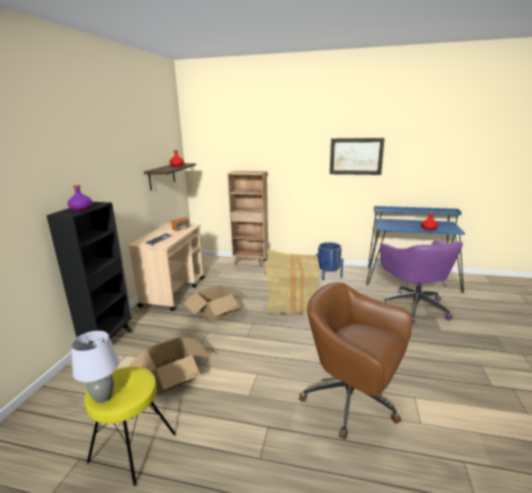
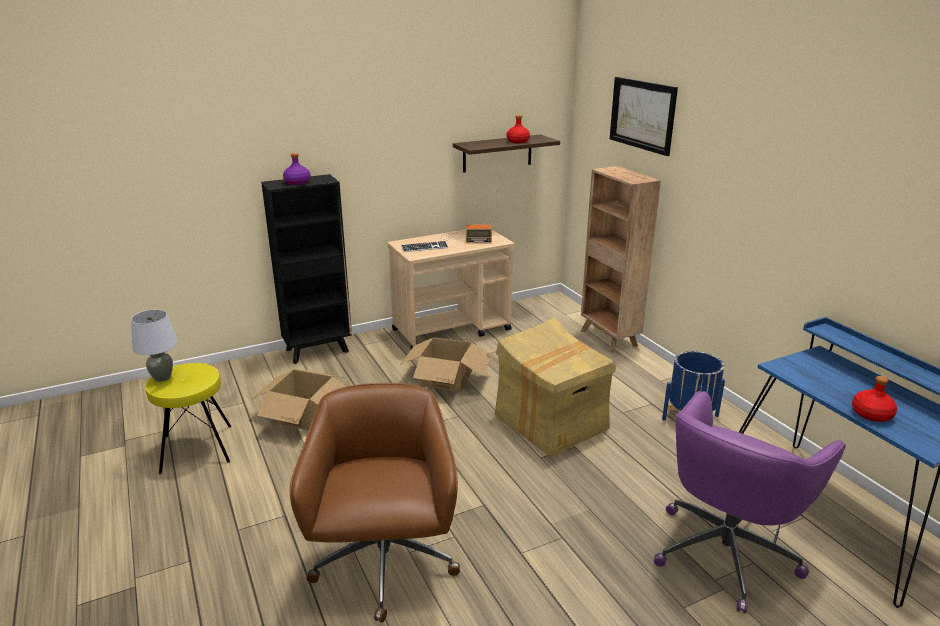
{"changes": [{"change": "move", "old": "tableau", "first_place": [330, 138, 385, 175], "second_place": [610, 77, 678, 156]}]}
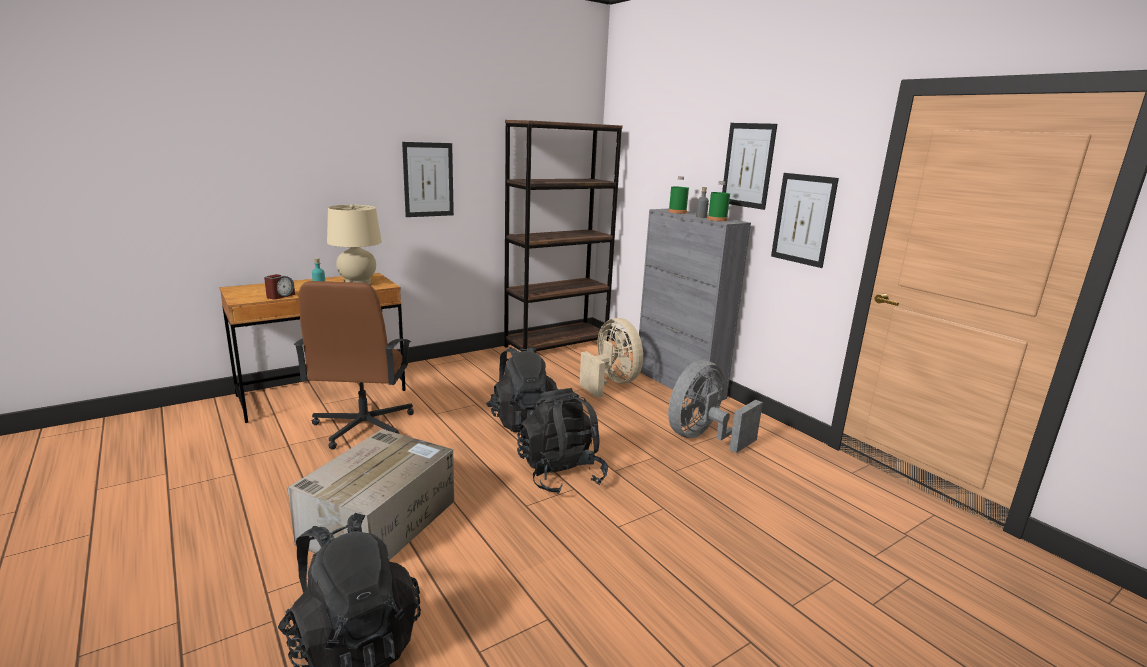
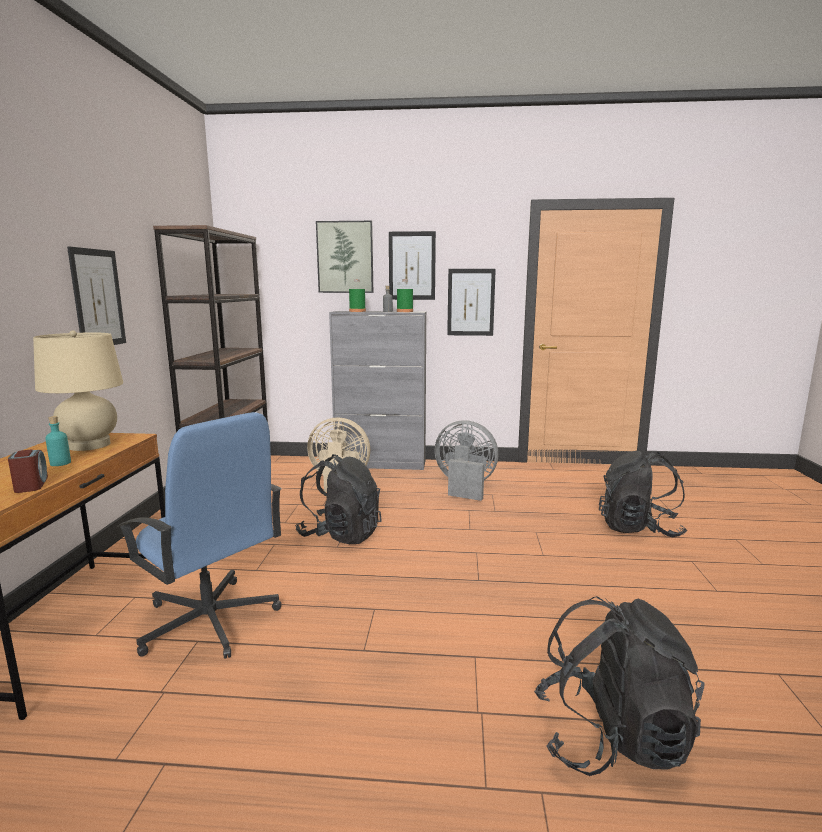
{"changes": [{"change": "delete", "old": "carton", "first_place": [287, 429, 454, 561]}, {"change": "recolor", "old": "chaise de bureau/marron", "new": "chaise de bureau/bleu", "first_place": [294, 281, 414, 450], "second_place": [117, 412, 282, 659]}, {"change": "move", "old": "sac à dos/noir", "first_place": [517, 388, 608, 494], "second_place": [599, 451, 687, 537]}, {"change": "rotate", "old": "ventilateur/gris", "first_place": [668, 360, 763, 453], "second_place": [435, 420, 498, 501], "degrees": 120}, {"change": "insert", "new": "tableau", "second_place": [316, 221, 373, 293]}]}
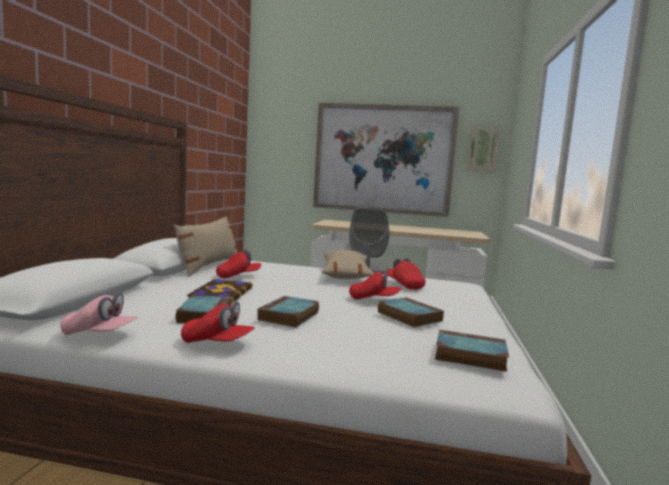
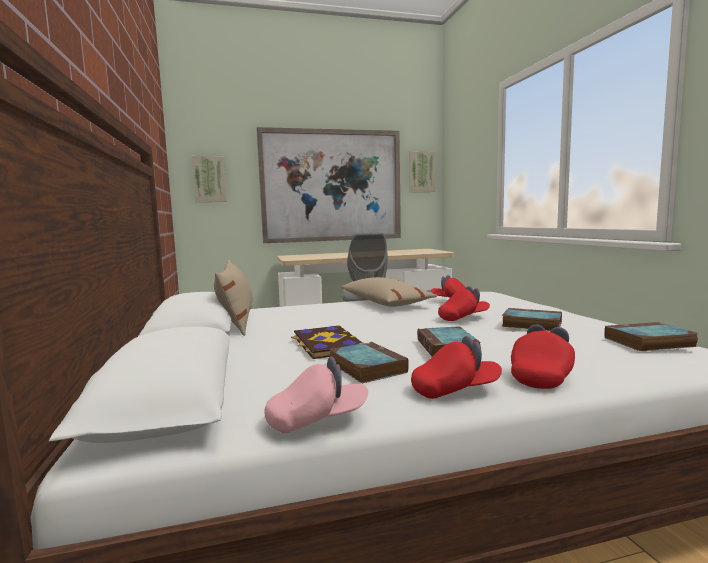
{"changes": [{"change": "move", "old": "casquette/rouge", "first_place": [216, 250, 262, 278], "second_place": [511, 325, 575, 389]}, {"change": "insert", "new": "tableau", "second_place": [192, 156, 227, 202]}]}
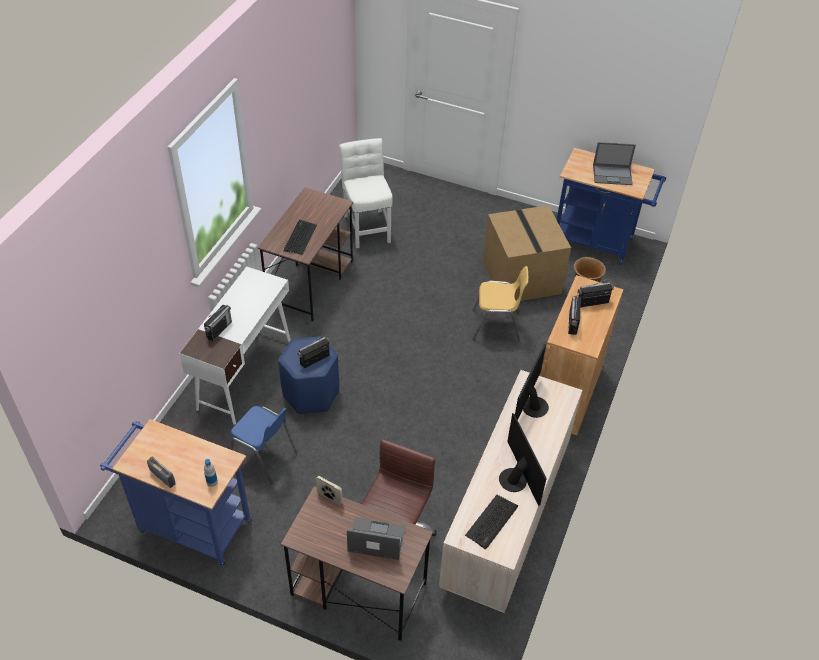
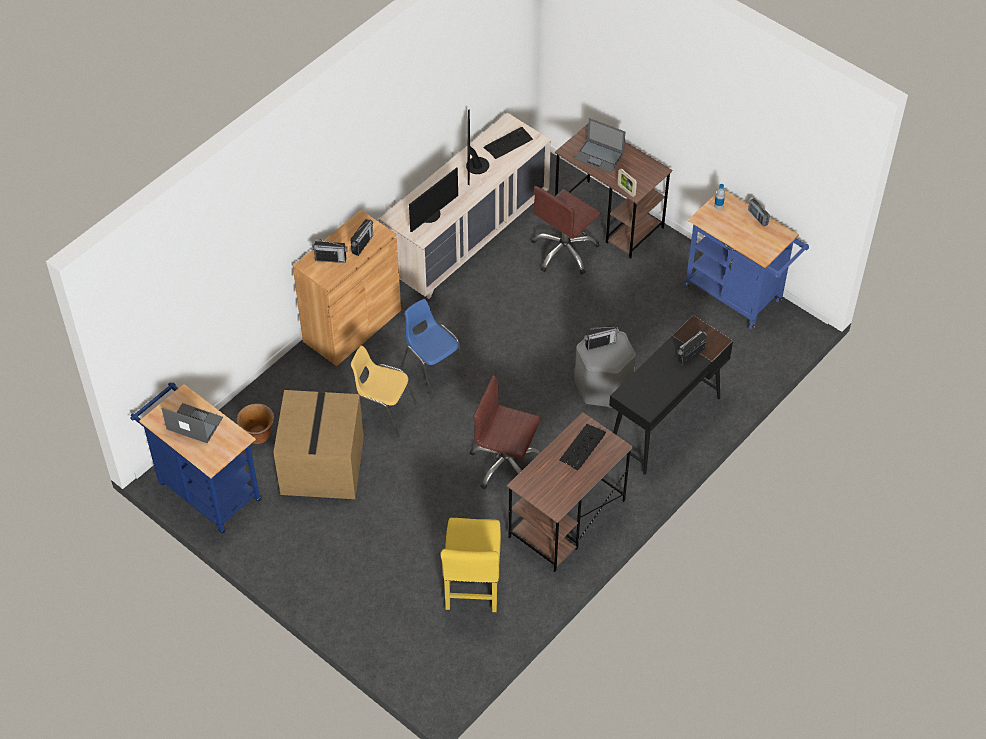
{"changes": [{"change": "recolor", "old": "bureau/blanc", "new": "bureau/noir", "first_place": [179, 266, 291, 425], "second_place": [609, 315, 733, 475]}, {"change": "move", "old": "chaise/bleu", "first_place": [230, 406, 298, 485], "second_place": [401, 299, 466, 398]}, {"change": "recolor", "old": "tabouret/bleu", "new": "tabouret/gris", "first_place": [278, 336, 339, 414], "second_place": [575, 328, 636, 408]}, {"change": "recolor", "old": "chaise/blanc", "new": "chaise/jaune", "first_place": [339, 138, 393, 248], "second_place": [440, 518, 501, 612]}, {"change": "insert", "new": "chaise de bureau/marron", "second_place": [470, 375, 541, 490]}]}
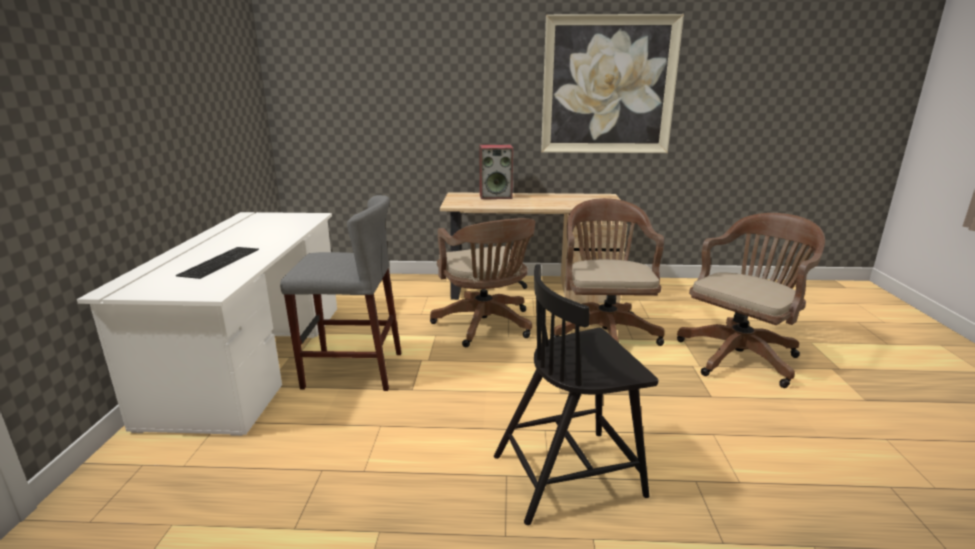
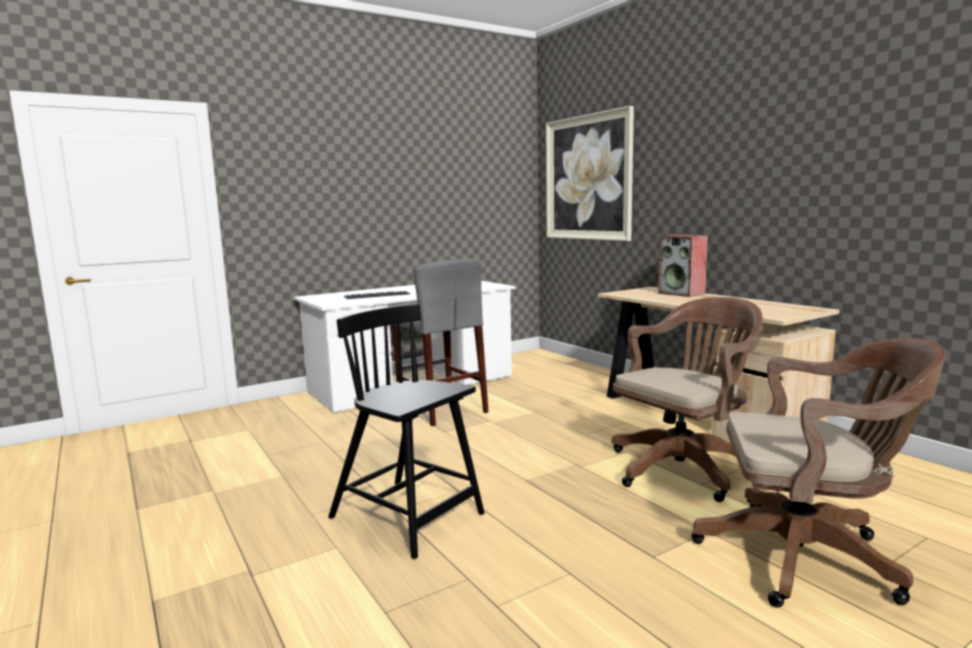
{"changes": [{"change": "delete", "old": "chaise de bureau/marron", "first_place": [430, 218, 535, 347]}, {"change": "move", "old": "tableau", "first_place": [541, 14, 684, 153], "second_place": [546, 106, 634, 241]}]}
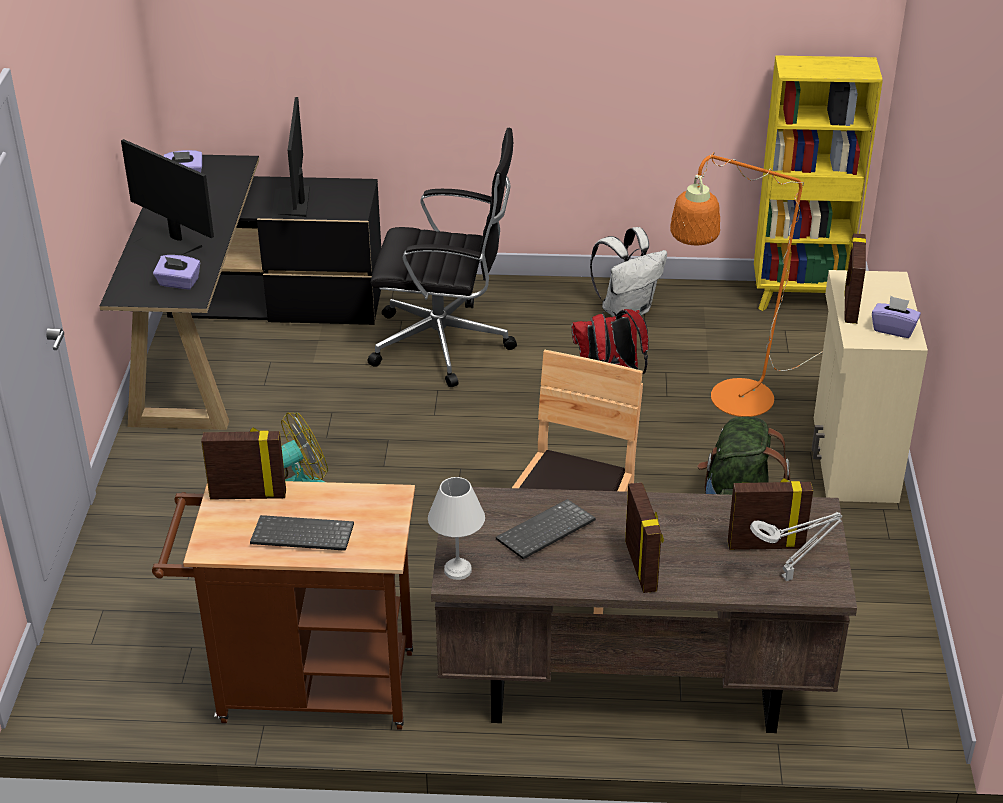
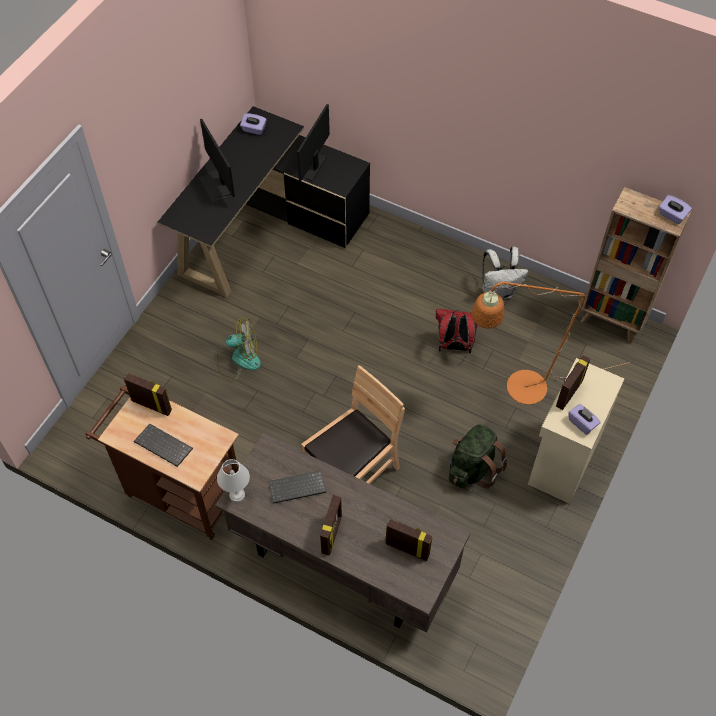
{"changes": [{"change": "move", "old": "boîte à mouchoirs/violet", "first_place": [153, 255, 200, 289], "second_place": [659, 195, 692, 224]}, {"change": "delete", "old": "chaise de bureau/noir", "first_place": [368, 128, 517, 387]}, {"change": "delete", "old": "lampe de table/gris", "first_place": [750, 512, 842, 581]}, {"change": "recolor", "old": "bibliothèque/jaune", "new": "bibliothèque/marron", "first_place": [754, 55, 883, 311], "second_place": [581, 187, 691, 343]}]}
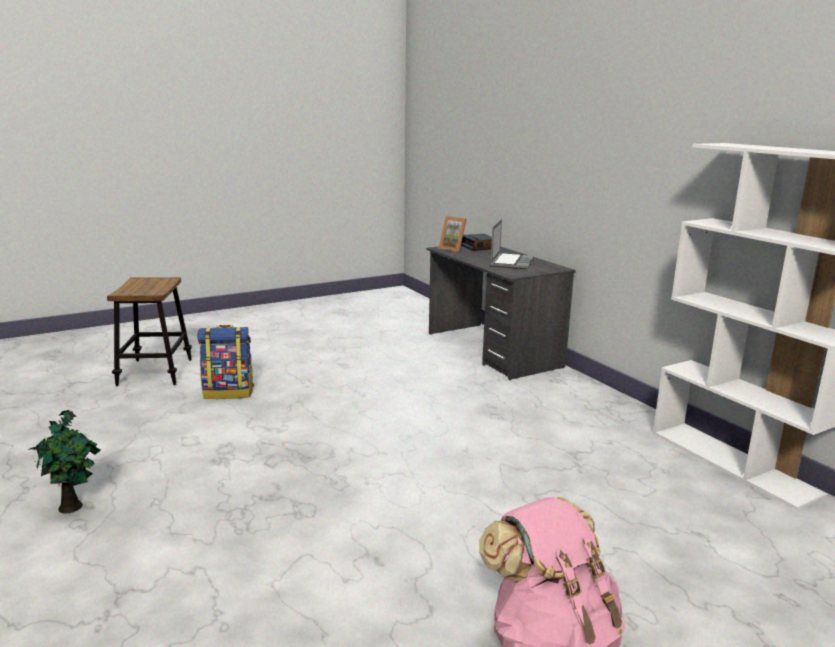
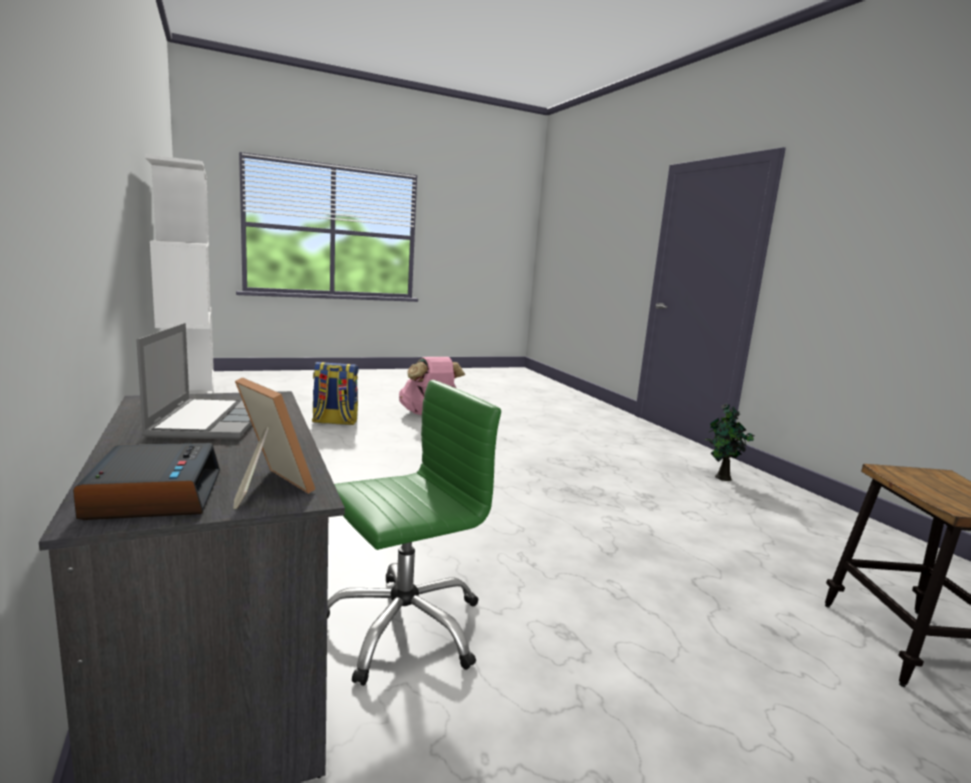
{"changes": [{"change": "move", "old": "sac à dos", "first_place": [197, 325, 254, 399], "second_place": [312, 362, 359, 425]}, {"change": "rotate", "old": "ordinateur portable", "first_place": [490, 219, 534, 269], "second_place": [136, 323, 252, 440], "degrees": 150}, {"change": "insert", "new": "chaise de bureau/vert", "second_place": [327, 380, 501, 686]}]}
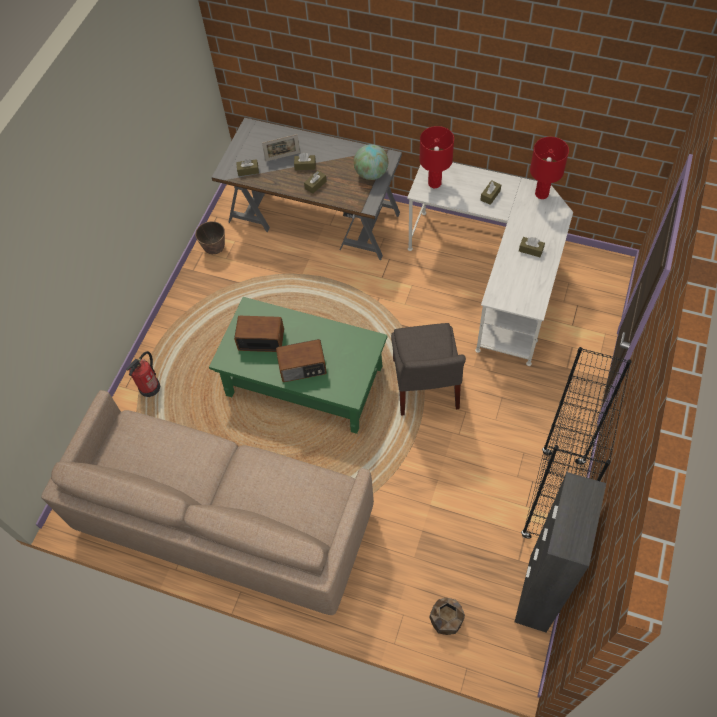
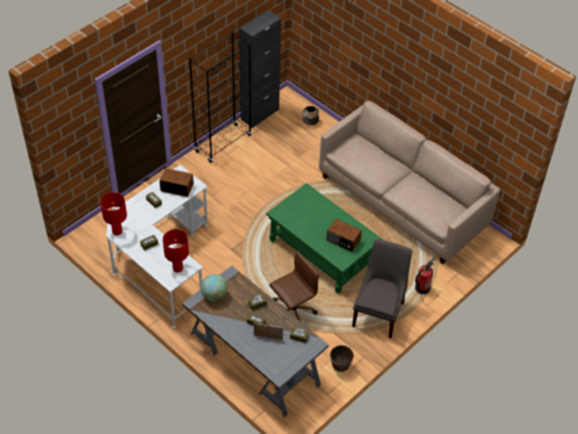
{"changes": [{"change": "move", "old": "radio", "first_place": [276, 339, 327, 382], "second_place": [159, 168, 194, 197]}, {"change": "move", "old": "chaise/gris", "first_place": [391, 323, 466, 416], "second_place": [352, 239, 412, 338]}, {"change": "insert", "new": "chaise de bureau/marron", "second_place": [269, 250, 319, 322]}]}
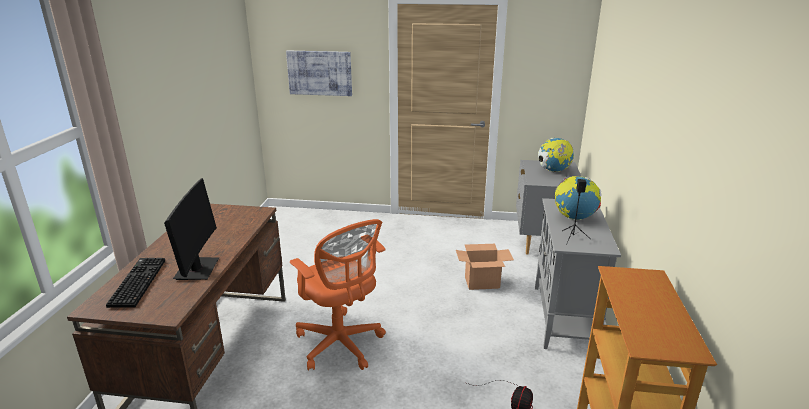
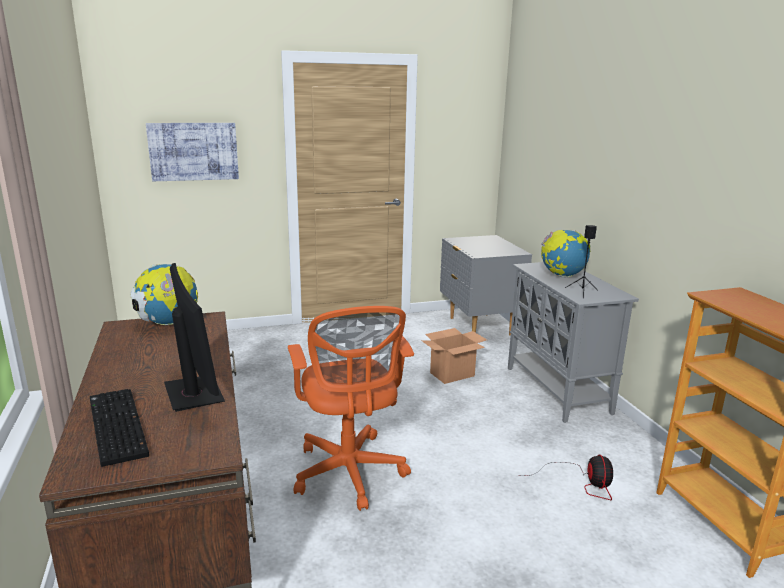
{"changes": [{"change": "rotate", "old": "chaise de bureau/orange", "first_place": [290, 219, 386, 371], "second_place": [288, 306, 414, 511], "degrees": 45}, {"change": "move", "old": "globe", "first_place": [538, 138, 574, 172], "second_place": [130, 264, 198, 325]}]}
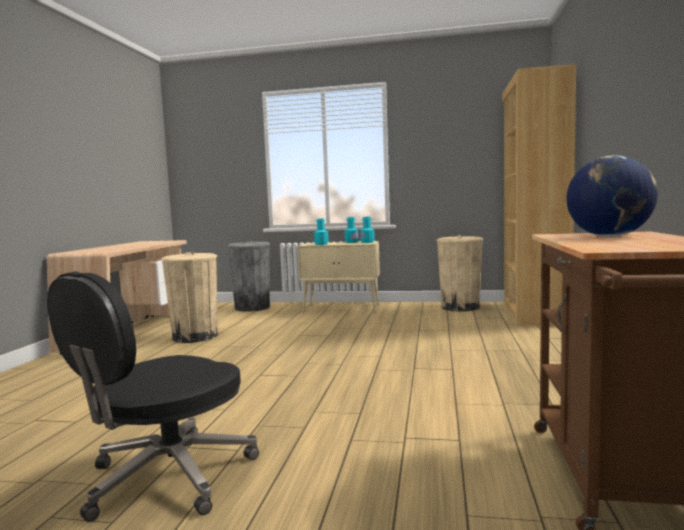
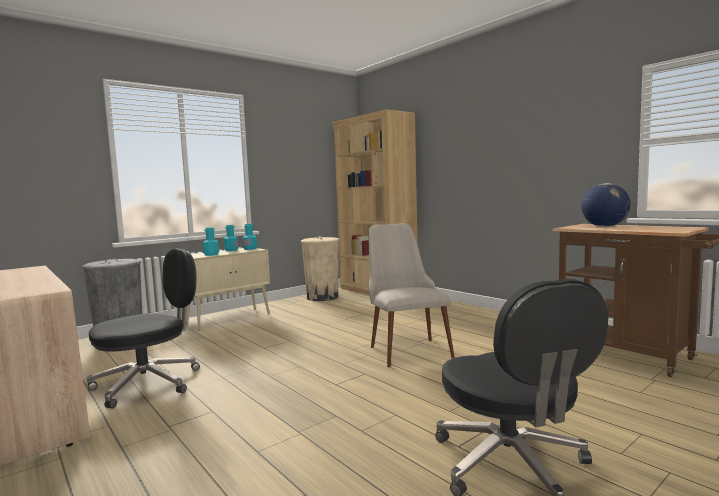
{"changes": [{"change": "replace", "old": "poubelle/beige", "new": "chaise de bureau/noir", "first_place": [161, 252, 218, 343], "second_place": [86, 249, 200, 408]}, {"change": "insert", "new": "chaise/beige", "second_place": [369, 224, 455, 367]}]}
